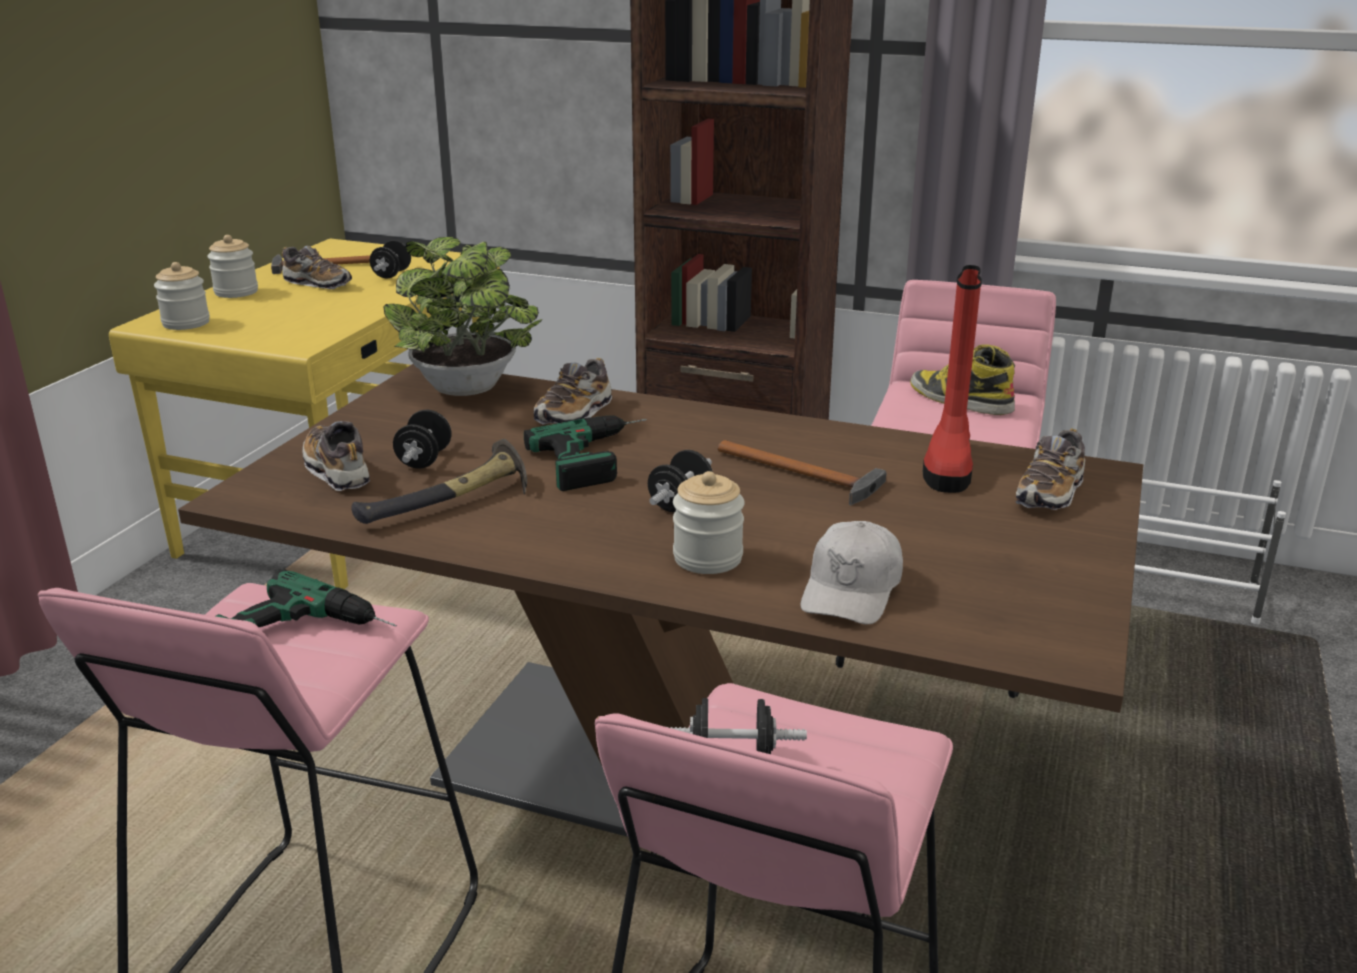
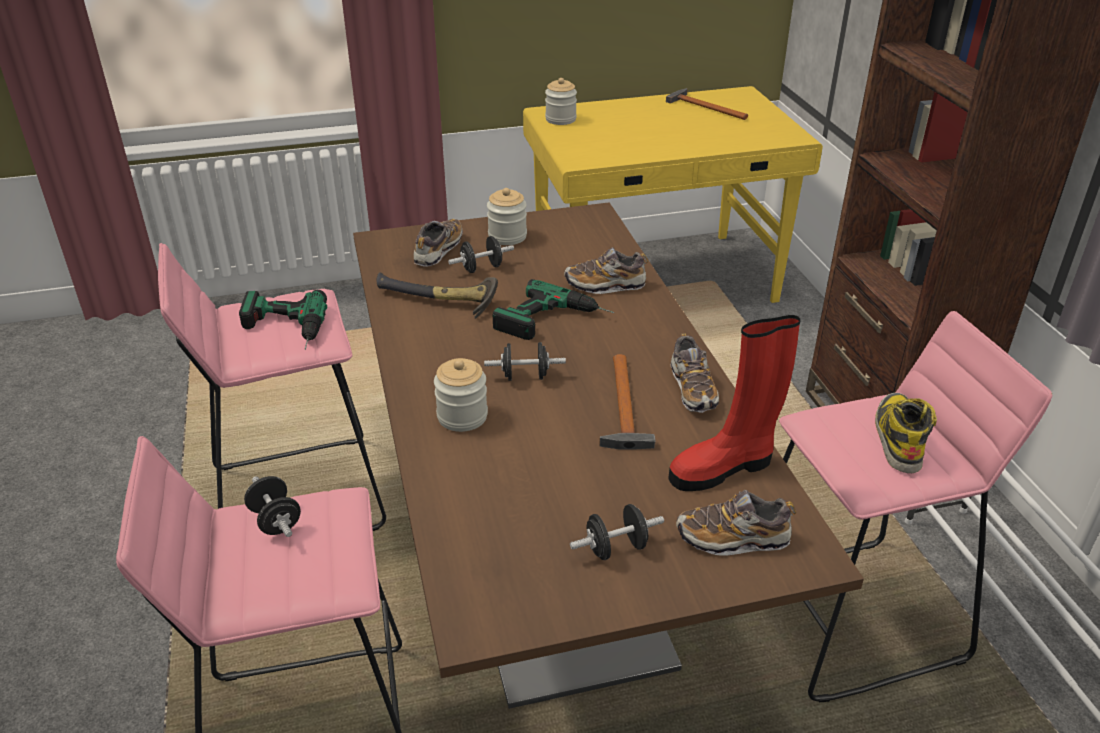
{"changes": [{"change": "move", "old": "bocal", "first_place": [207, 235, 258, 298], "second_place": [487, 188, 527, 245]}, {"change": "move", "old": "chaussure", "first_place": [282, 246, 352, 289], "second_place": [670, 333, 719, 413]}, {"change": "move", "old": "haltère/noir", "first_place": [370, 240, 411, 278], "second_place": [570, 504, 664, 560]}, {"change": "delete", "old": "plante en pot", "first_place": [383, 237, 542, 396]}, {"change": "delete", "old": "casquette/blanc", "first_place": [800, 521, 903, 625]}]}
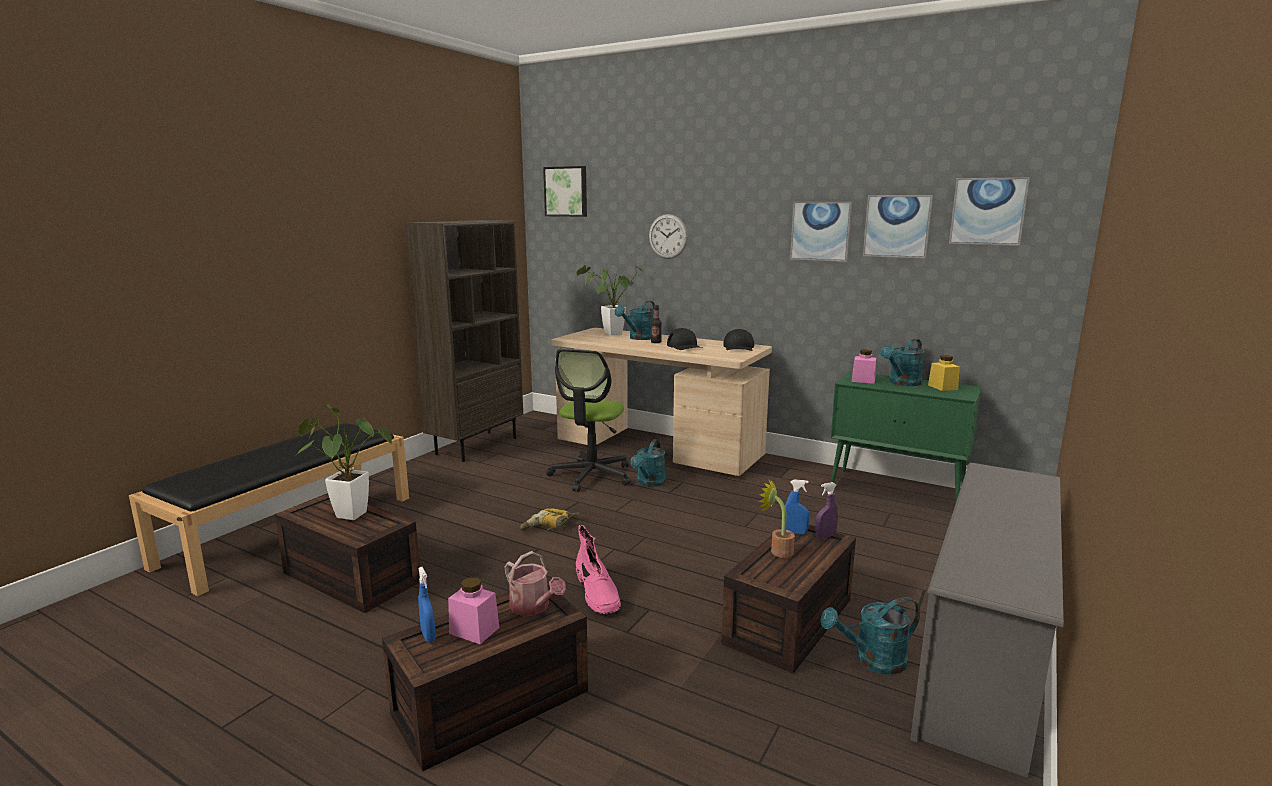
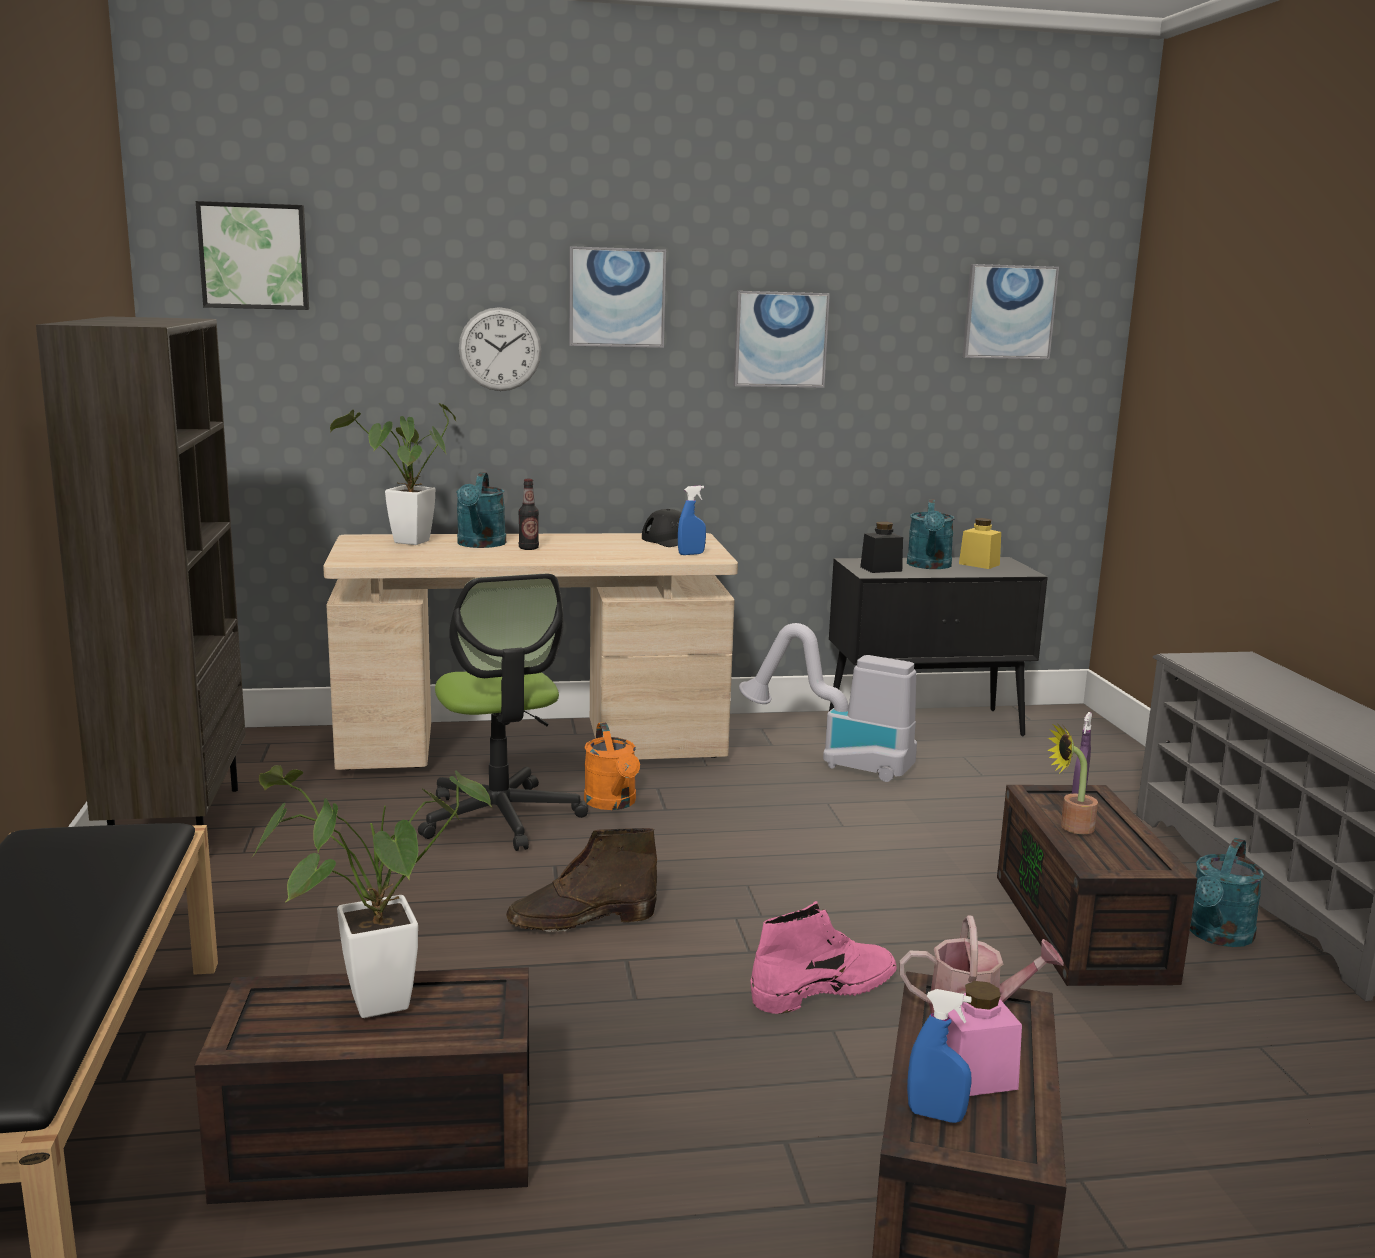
{"changes": [{"change": "replace", "old": "perceuse", "new": "botte/marron", "first_place": [520, 508, 580, 531], "second_place": [506, 828, 657, 932]}, {"change": "rotate", "old": "botte/rose", "first_place": [576, 525, 621, 614], "second_place": [751, 901, 897, 1014], "degrees": -60}, {"change": "recolor", "old": "arrosoir/turquoise", "new": "arrosoir/orange", "first_place": [630, 439, 666, 487], "second_place": [584, 722, 640, 810]}, {"change": "delete", "old": "casquette/noir", "first_place": [667, 328, 702, 350]}, {"change": "move", "old": "vaporisateur/bleu", "first_place": [785, 479, 810, 535], "second_place": [678, 485, 706, 555]}, {"change": "recolor", "old": "meuble de rangement/vert", "new": "meuble de rangement/noir", "first_place": [830, 371, 982, 504], "second_place": [829, 557, 1048, 736]}, {"change": "recolor", "old": "bocal/rose", "new": "bocal/noir", "first_place": [851, 350, 876, 384], "second_place": [860, 522, 903, 573]}, {"change": "move", "old": "tableau", "first_place": [863, 195, 933, 259], "second_place": [569, 246, 666, 348]}, {"change": "insert", "new": "aspirateur", "second_place": [739, 623, 917, 782]}]}
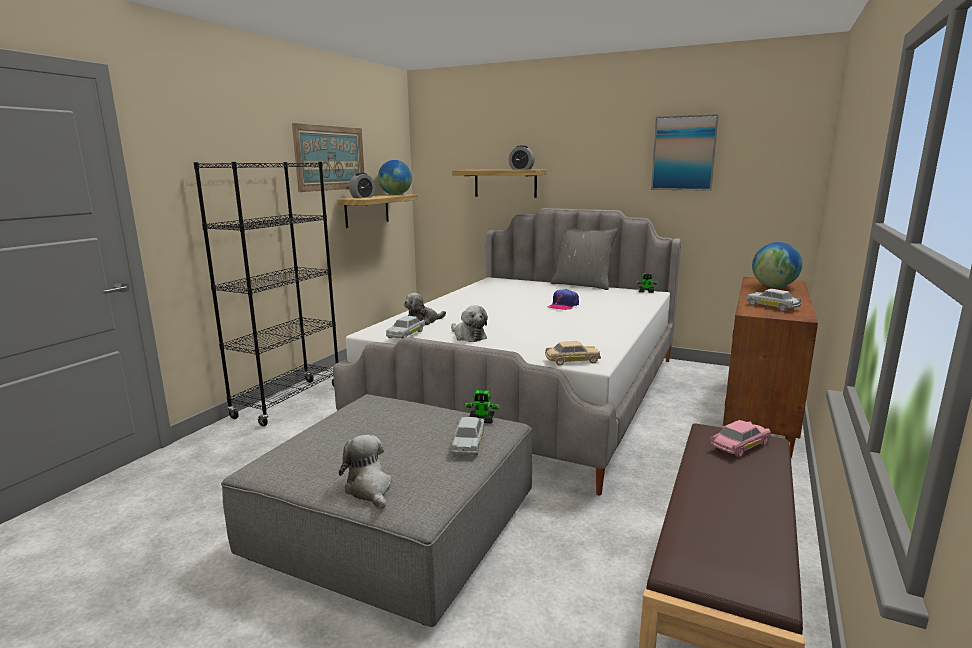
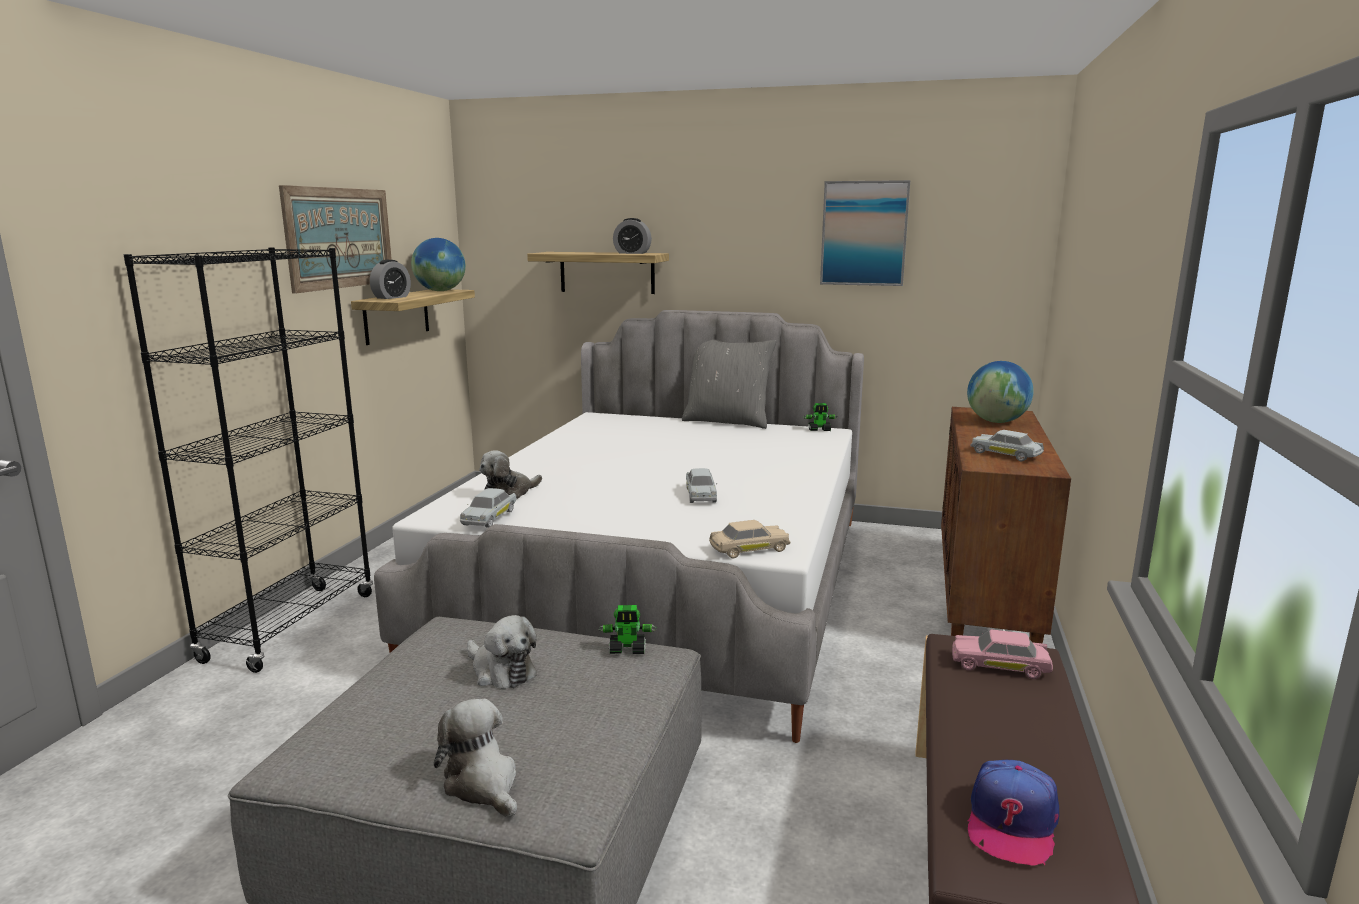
{"changes": [{"change": "move", "old": "peluche", "first_place": [451, 306, 488, 342], "second_place": [467, 615, 537, 689]}, {"change": "move", "old": "petite voiture/blanc", "first_place": [451, 417, 484, 455], "second_place": [686, 468, 717, 503]}, {"change": "move", "old": "casquette", "first_place": [548, 289, 579, 310], "second_place": [968, 760, 1059, 866]}, {"change": "rotate", "old": "petite voiture/rose", "first_place": [710, 420, 771, 458], "second_place": [952, 629, 1053, 679], "degrees": -120}]}
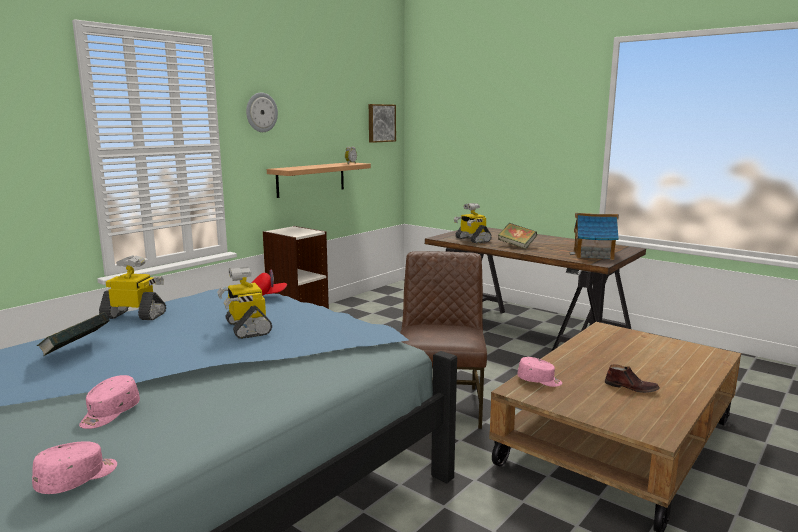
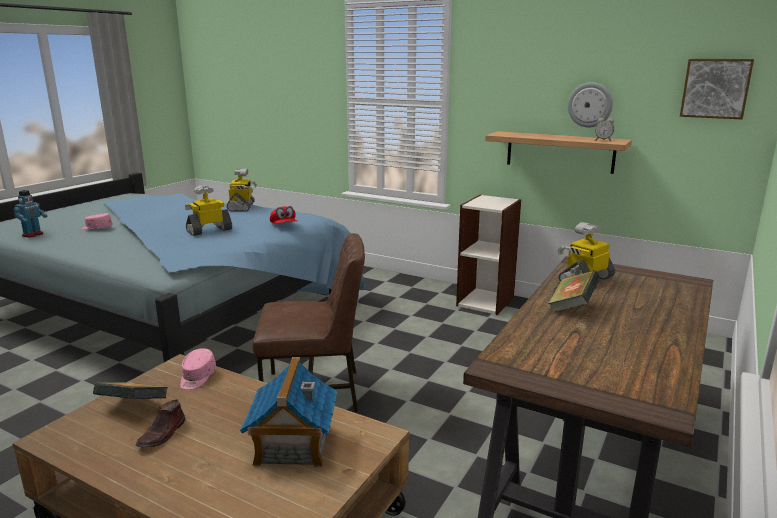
{"changes": [{"change": "replace", "old": "casquette/rose", "new": "robot jouet", "first_place": [32, 441, 117, 494], "second_place": [13, 190, 47, 238]}, {"change": "move", "old": "livre", "first_place": [37, 312, 110, 356], "second_place": [93, 382, 168, 399]}, {"change": "move", "old": "horloge murale", "first_place": [246, 92, 278, 132], "second_place": [568, 82, 613, 127]}, {"change": "move", "old": "maison miniature", "first_place": [569, 213, 619, 260], "second_place": [240, 357, 337, 467]}]}
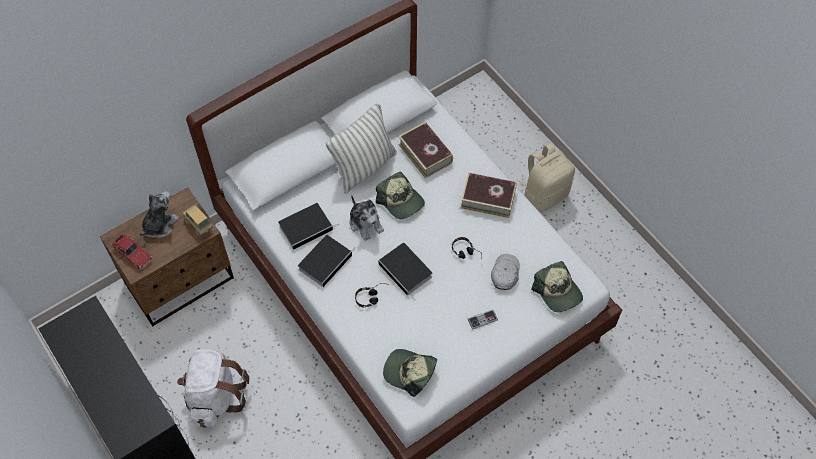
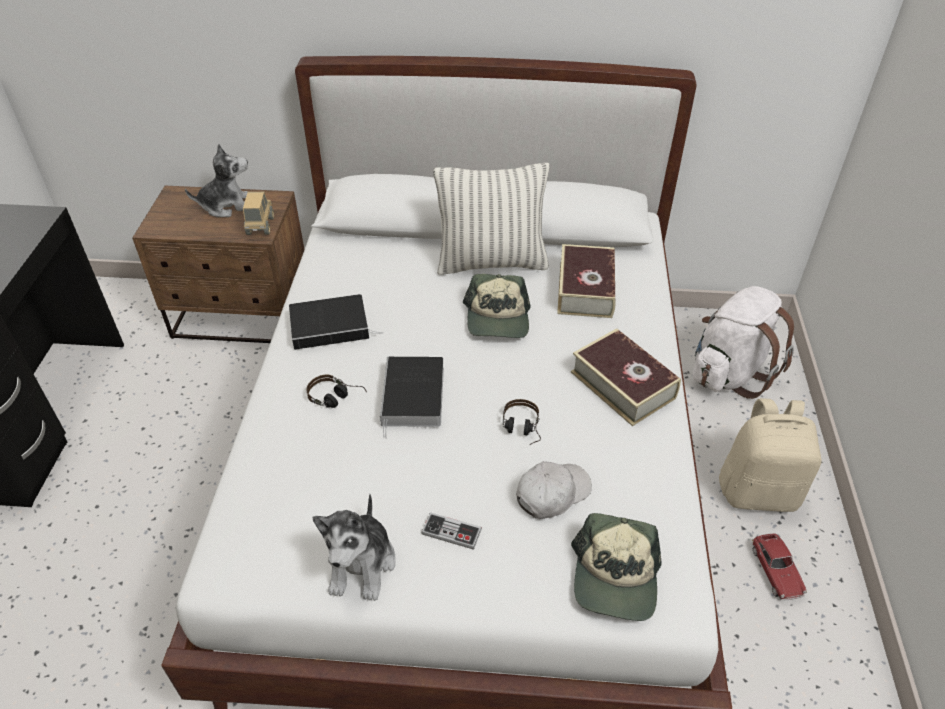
{"changes": [{"change": "move", "old": "petite voiture", "first_place": [112, 234, 152, 269], "second_place": [752, 534, 807, 600]}, {"change": "move", "old": "sac à dos/blanc", "first_place": [177, 349, 249, 427], "second_place": [693, 286, 794, 399]}, {"change": "delete", "old": "livre", "first_place": [278, 203, 338, 250]}, {"change": "move", "old": "peluche", "first_place": [350, 195, 384, 241], "second_place": [312, 494, 396, 601]}, {"change": "delete", "old": "casquette", "first_place": [383, 349, 437, 397]}]}
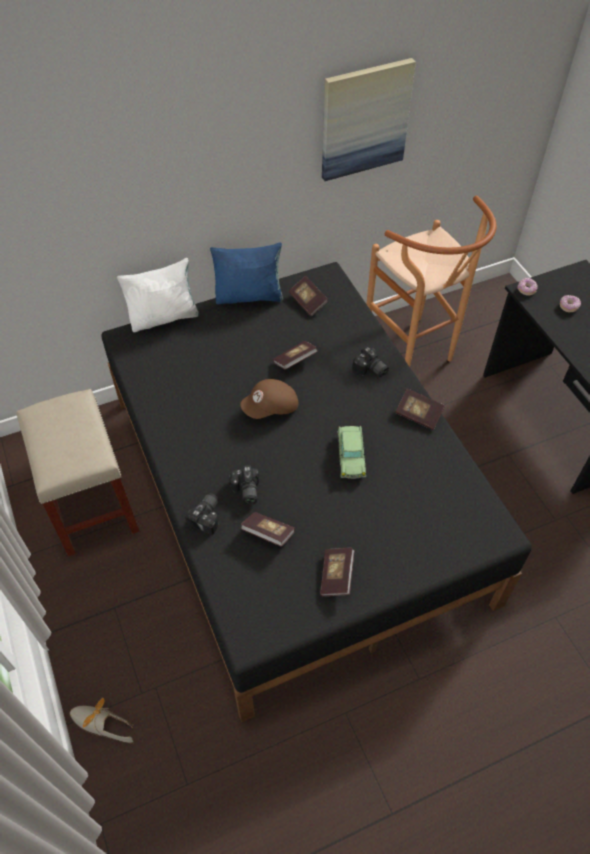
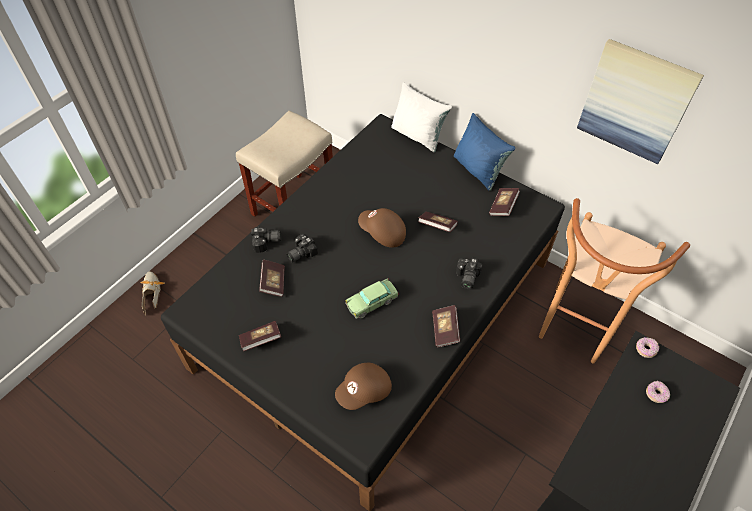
{"changes": [{"change": "insert", "new": "casquette/marron", "second_place": [335, 363, 392, 410]}]}
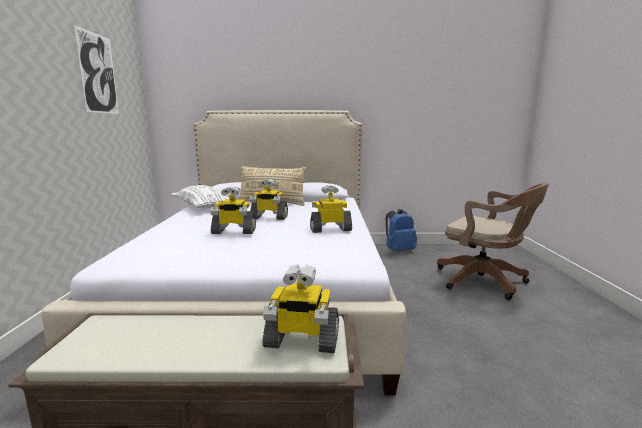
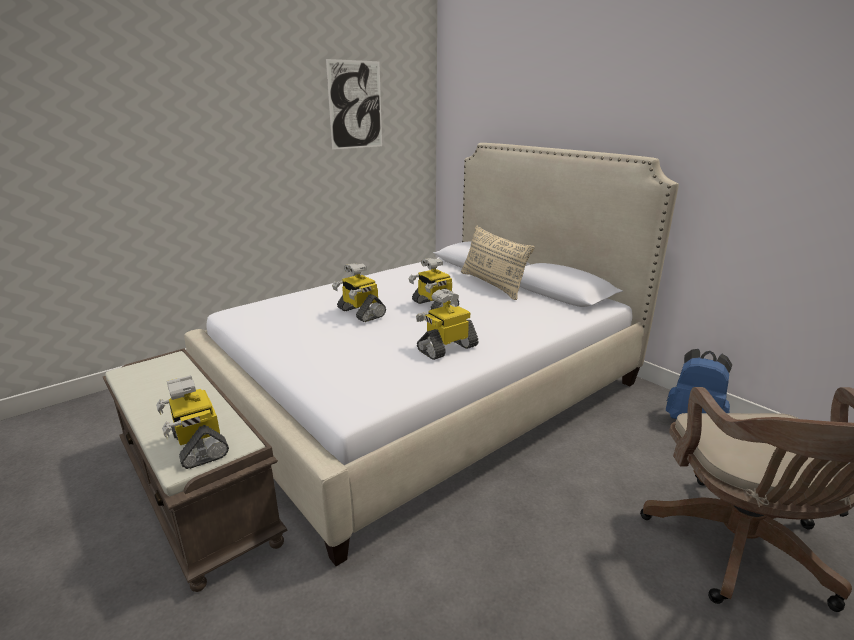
{"changes": [{"change": "delete", "old": "coussin/blanc", "first_place": [170, 185, 230, 209]}, {"change": "rotate", "old": "robot jouet", "first_place": [310, 185, 352, 233], "second_place": [416, 289, 478, 360], "degrees": -75}]}
